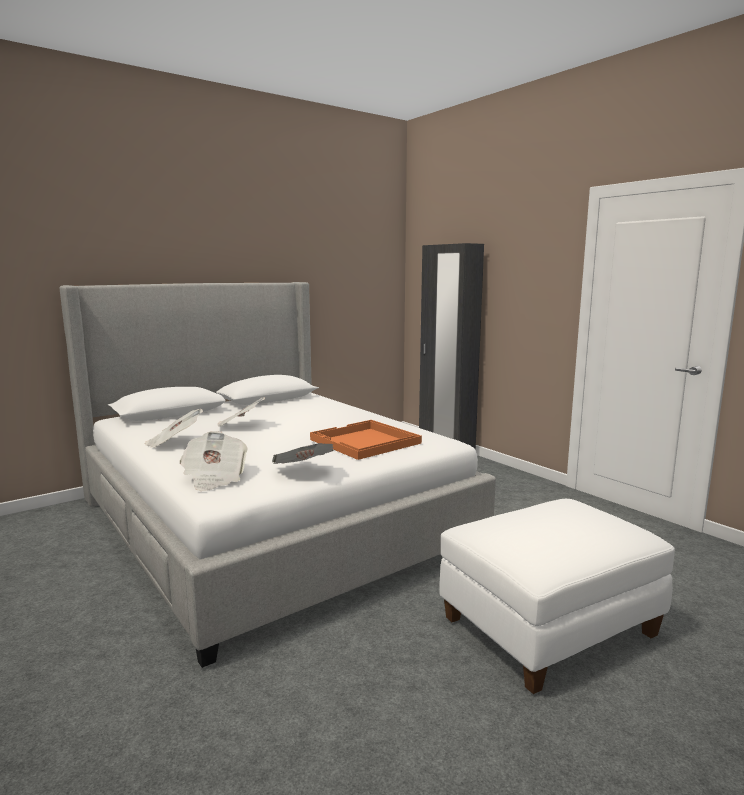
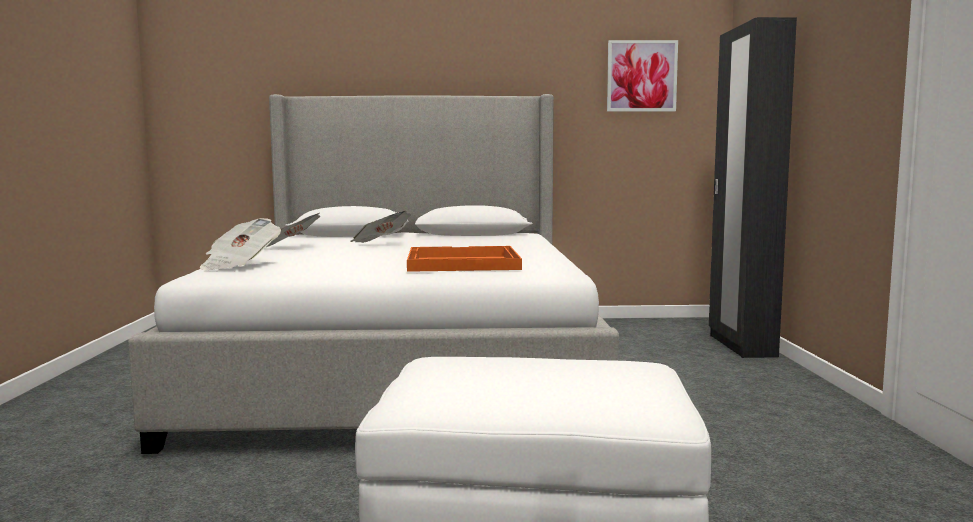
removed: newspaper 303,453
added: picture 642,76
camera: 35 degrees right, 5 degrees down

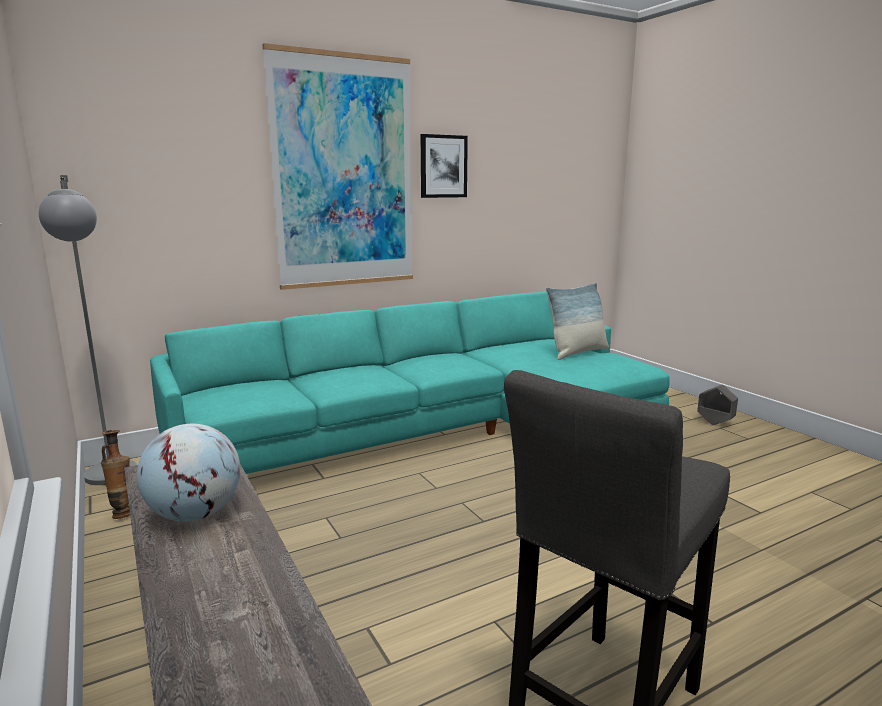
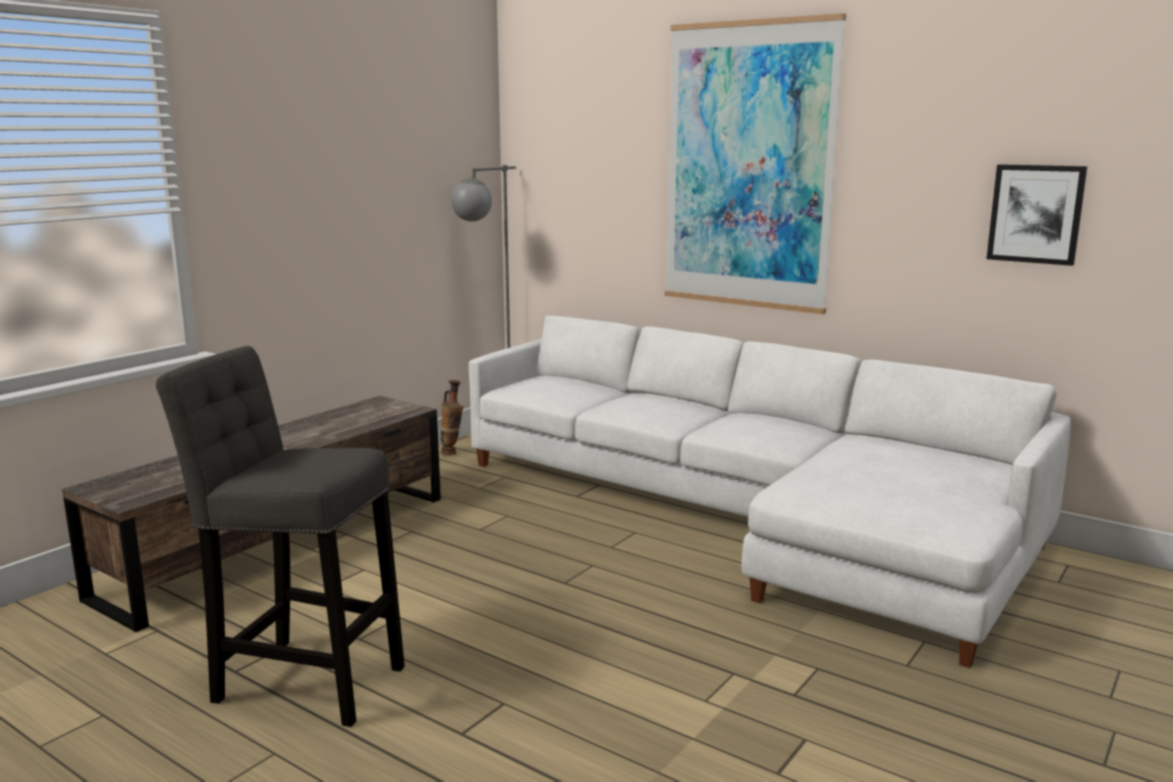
removed: globe 188,473; pillow 577,321; planter in grey 717,404
moved: picture 444,166 to 1037,215
recoloured: sofa in turquoise 410,383 to sofa in white 770,492
camera: 65 degrees right, 0 degrees up

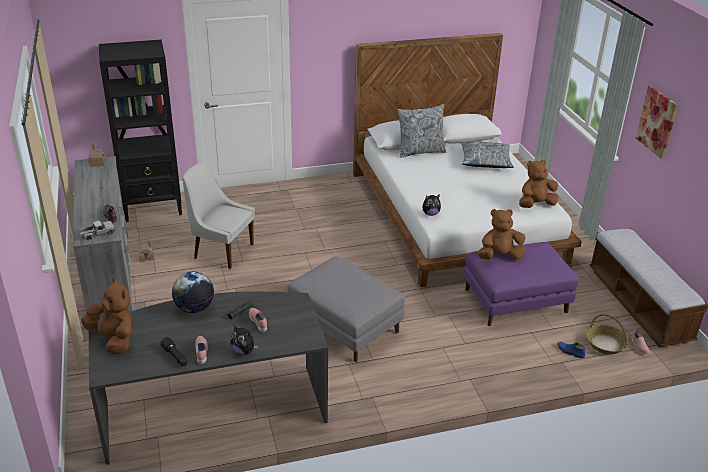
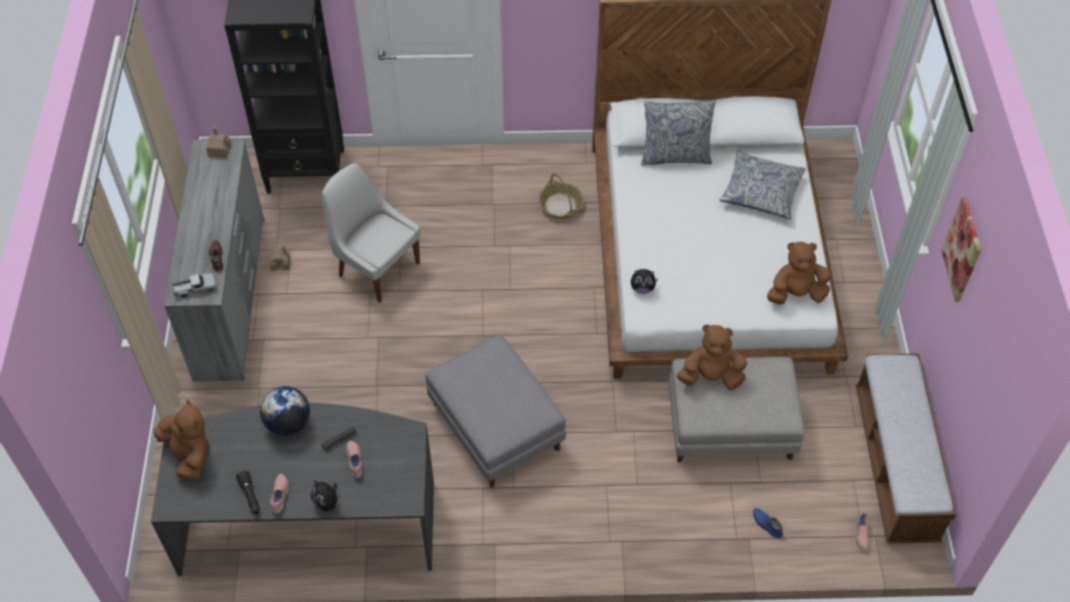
moved: basket 607,334 to 561,196
recoloured: ottoman in purple 521,284 to ottoman in grey 737,409
camera: 15 degrees right, 20 degrees up

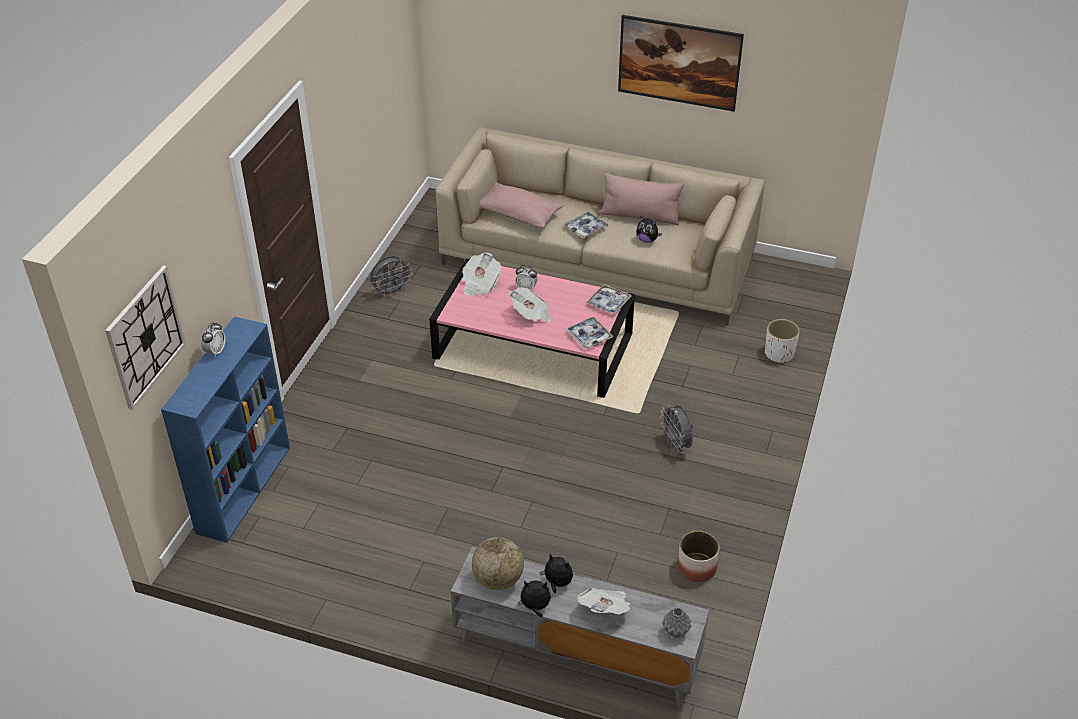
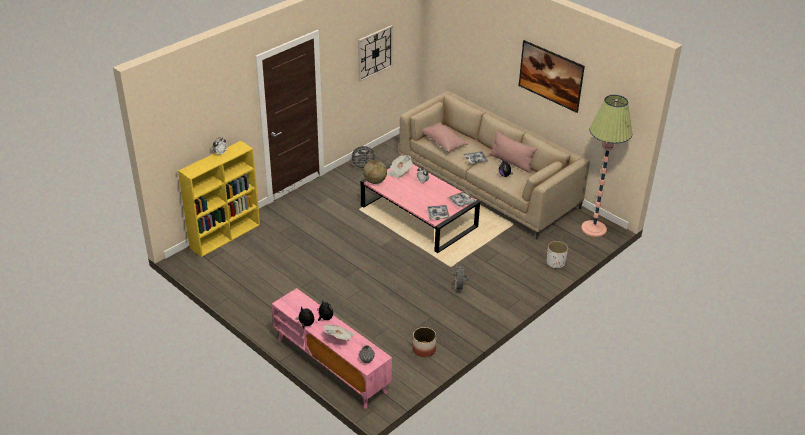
removed: newspaper 530,304
added: floor lamp 607,166
moved: wall clock 145,338 to 375,53; globe 498,563 to 375,172
recoloured: bookcase in blue 225,429 to bookcase in yellow 219,199; tv stand in grey 580,627 to tv stand in pink 332,348
camera: 25 degrees right, 5 degrees down

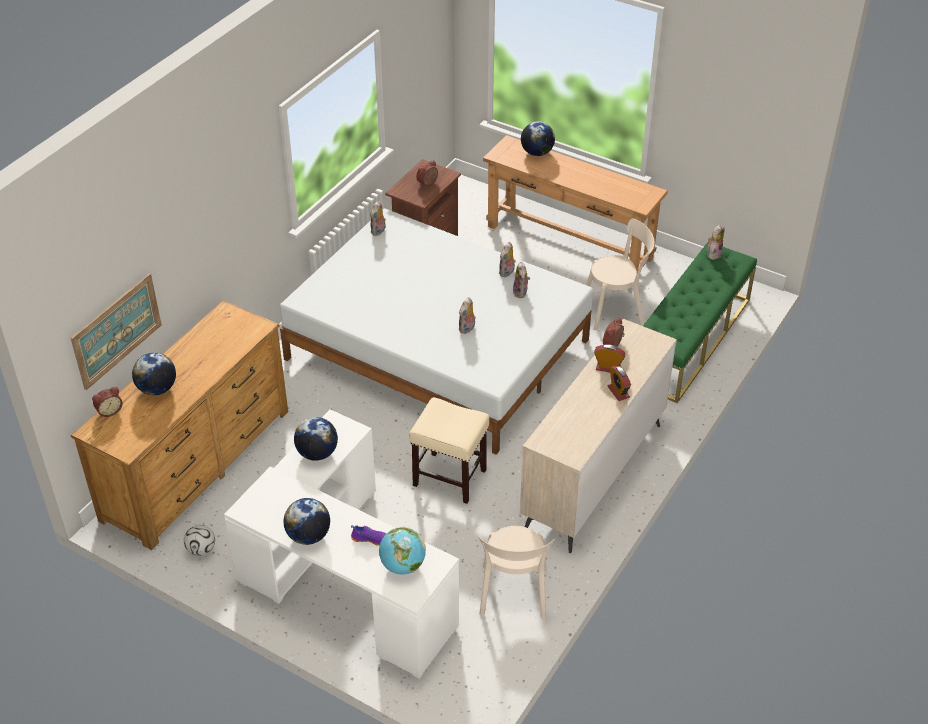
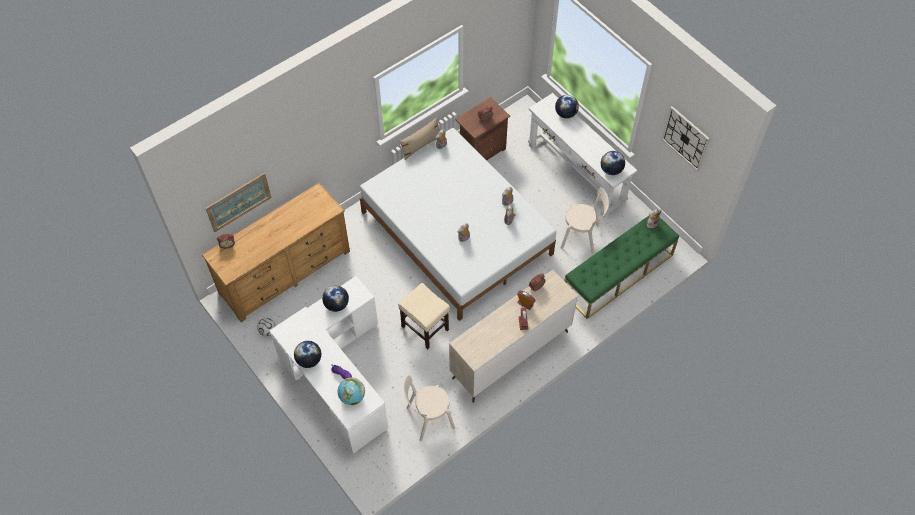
added: pillow in beige 419,139; wall clock 686,138
moved: globe 154,374 to 613,163
recoloured: console table in brown 575,203 to console table in white 583,155
turned: chair in beige 516,572 = 429,408 45 degrees clockwise
camera: 20 degrees right, 15 degrees up

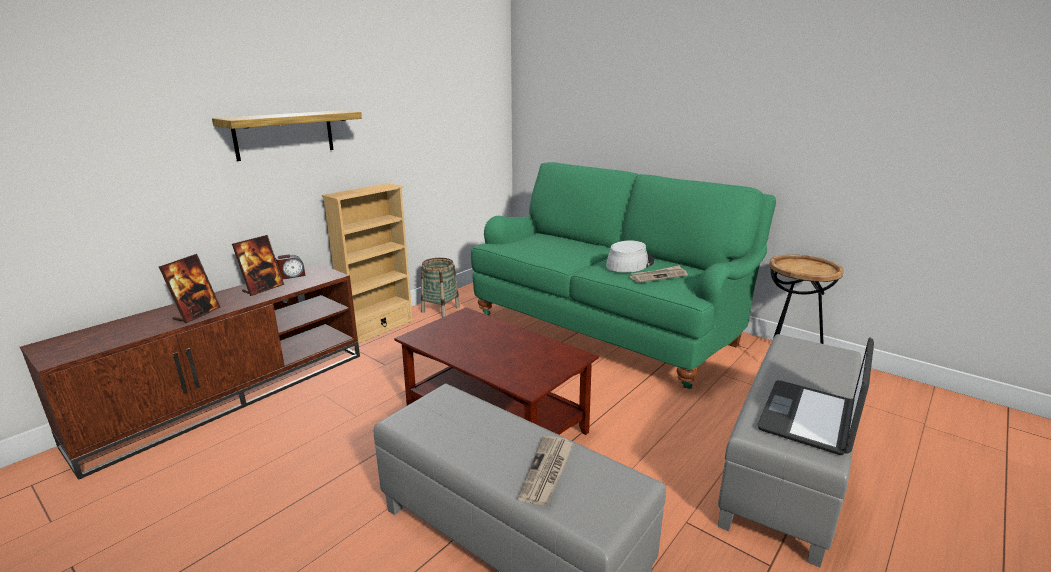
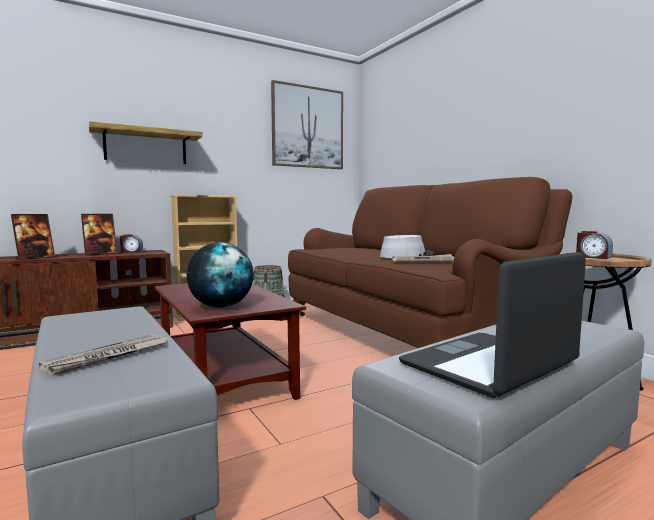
added: globe 220,275; picture 307,124; alarm clock 594,245
recoloured: sofa in green 623,275 to sofa in brown 430,262
camera: 20 degrees right, 15 degrees down

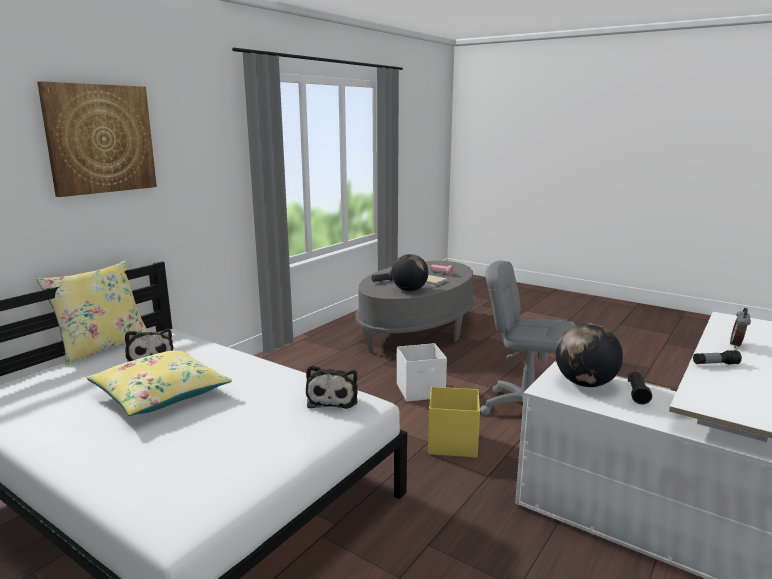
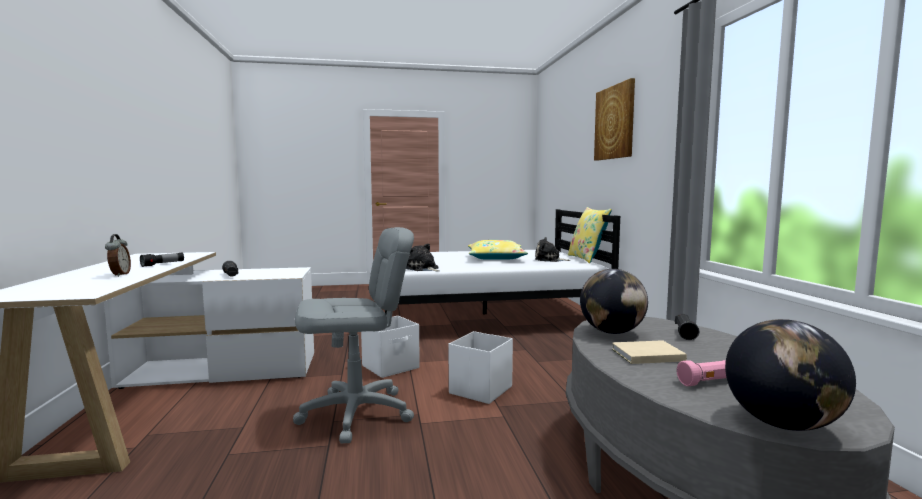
moved: globe 589,355 to 790,375
recoloured: storage box in yellow 454,422 to storage box in white 390,347
camera: 135 degrees right, 10 degrees down

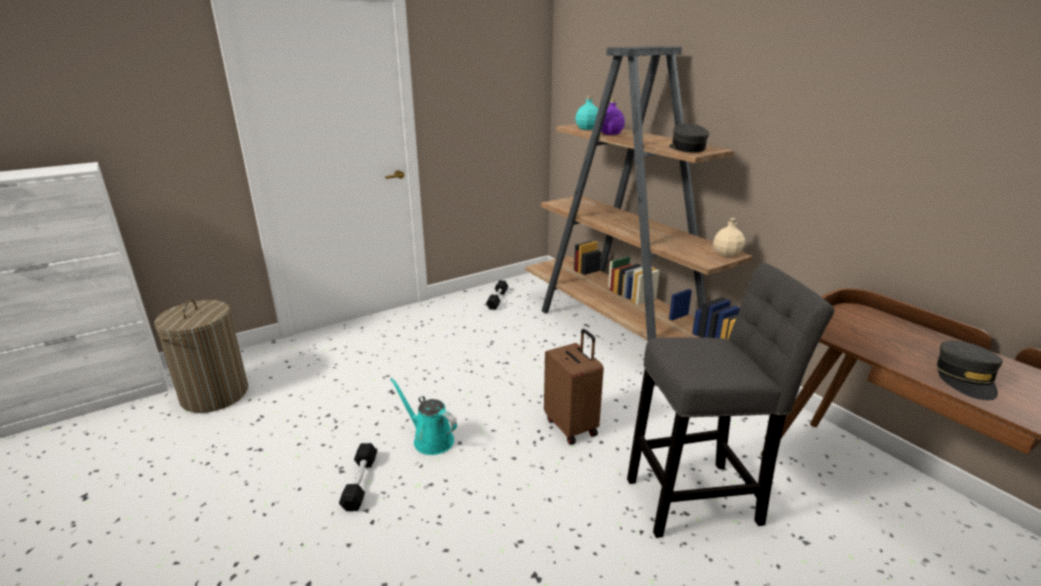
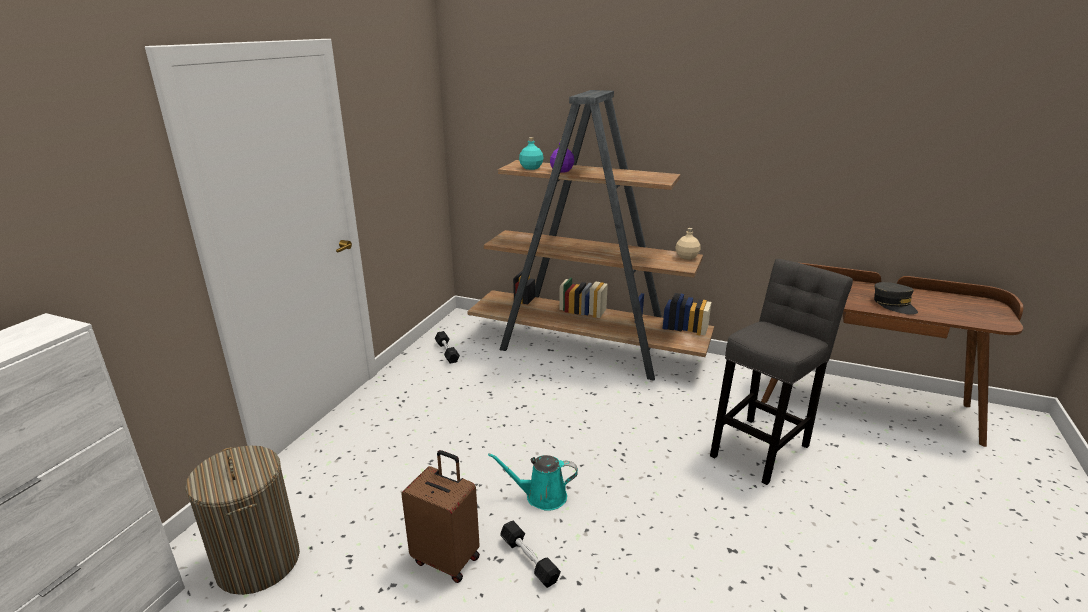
removed: cap in grey 689,138
moved: suitcase in brown 574,387 to 440,516
camera: 35 degrees left, 0 degrees up

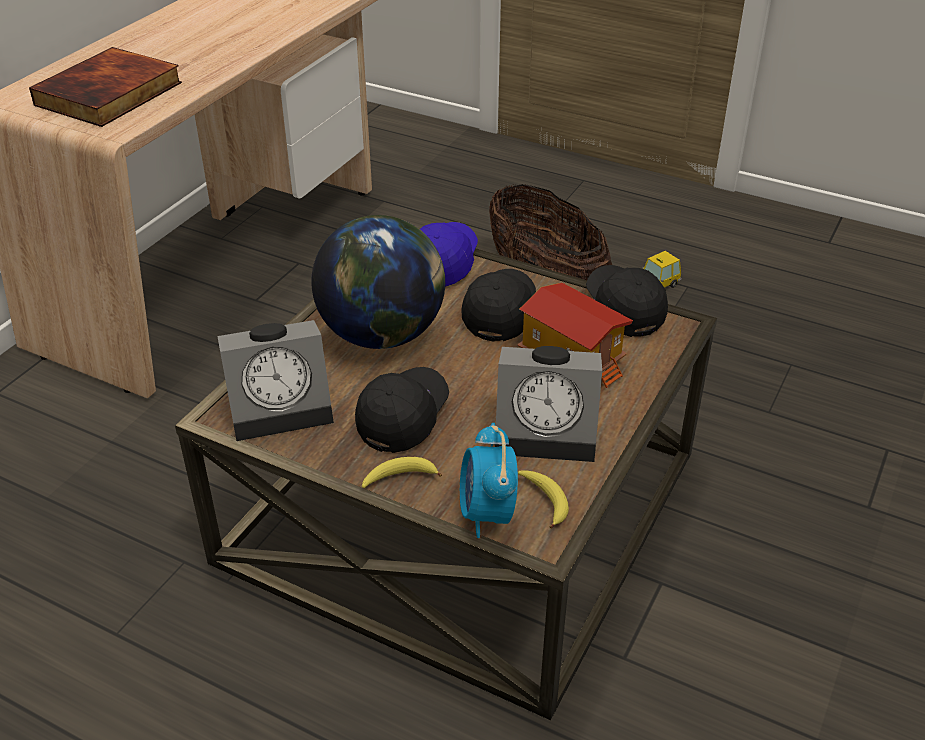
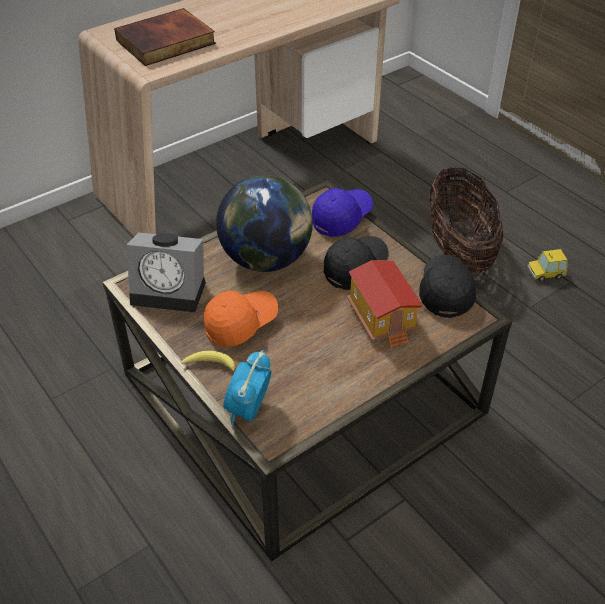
removed: alarm clock 548,404; banana 543,500
recoloured: cap in black 402,410 to cap in orange 241,318
camera: 25 degrees right, 5 degrees up

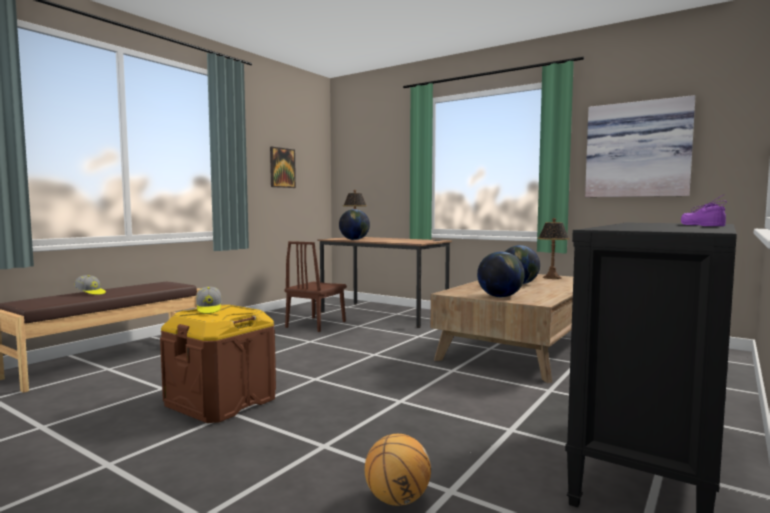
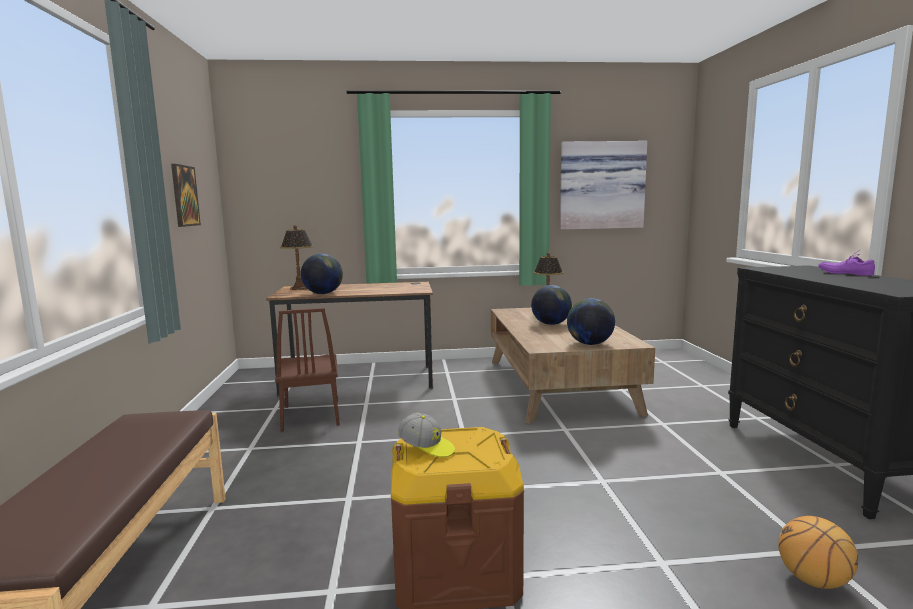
removed: cap 90,285
camera: 40 degrees left, 5 degrees up

